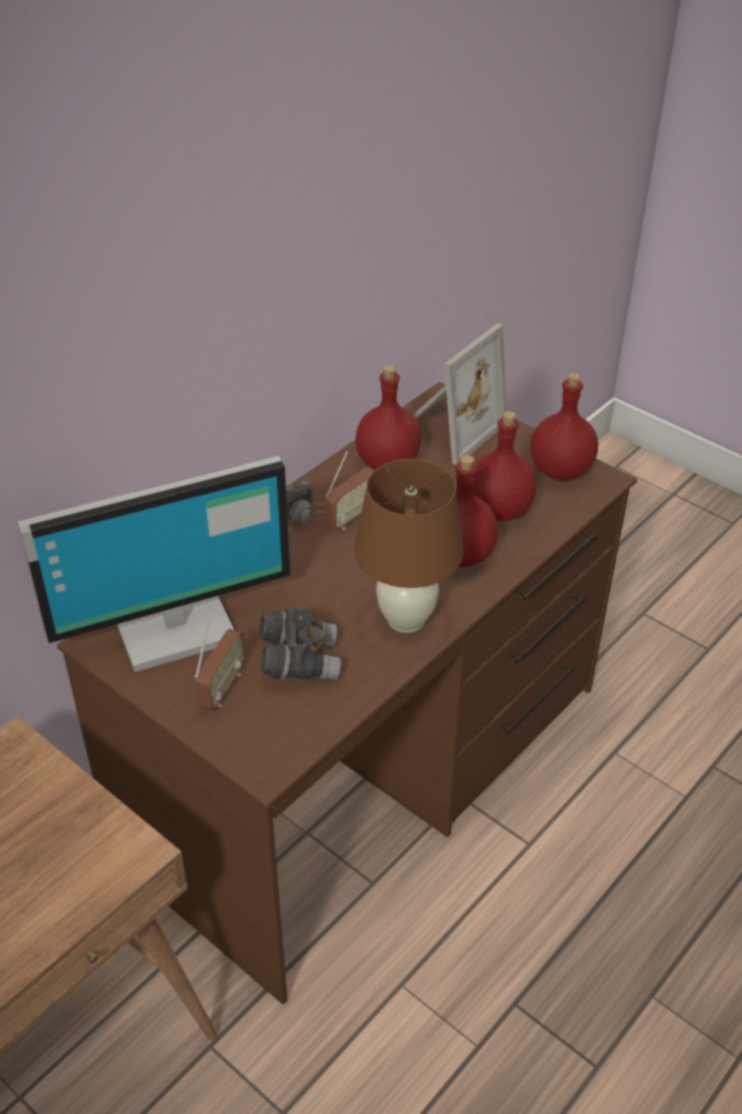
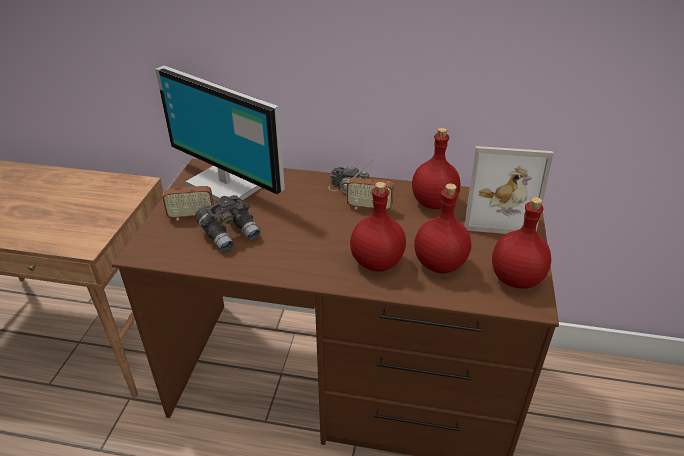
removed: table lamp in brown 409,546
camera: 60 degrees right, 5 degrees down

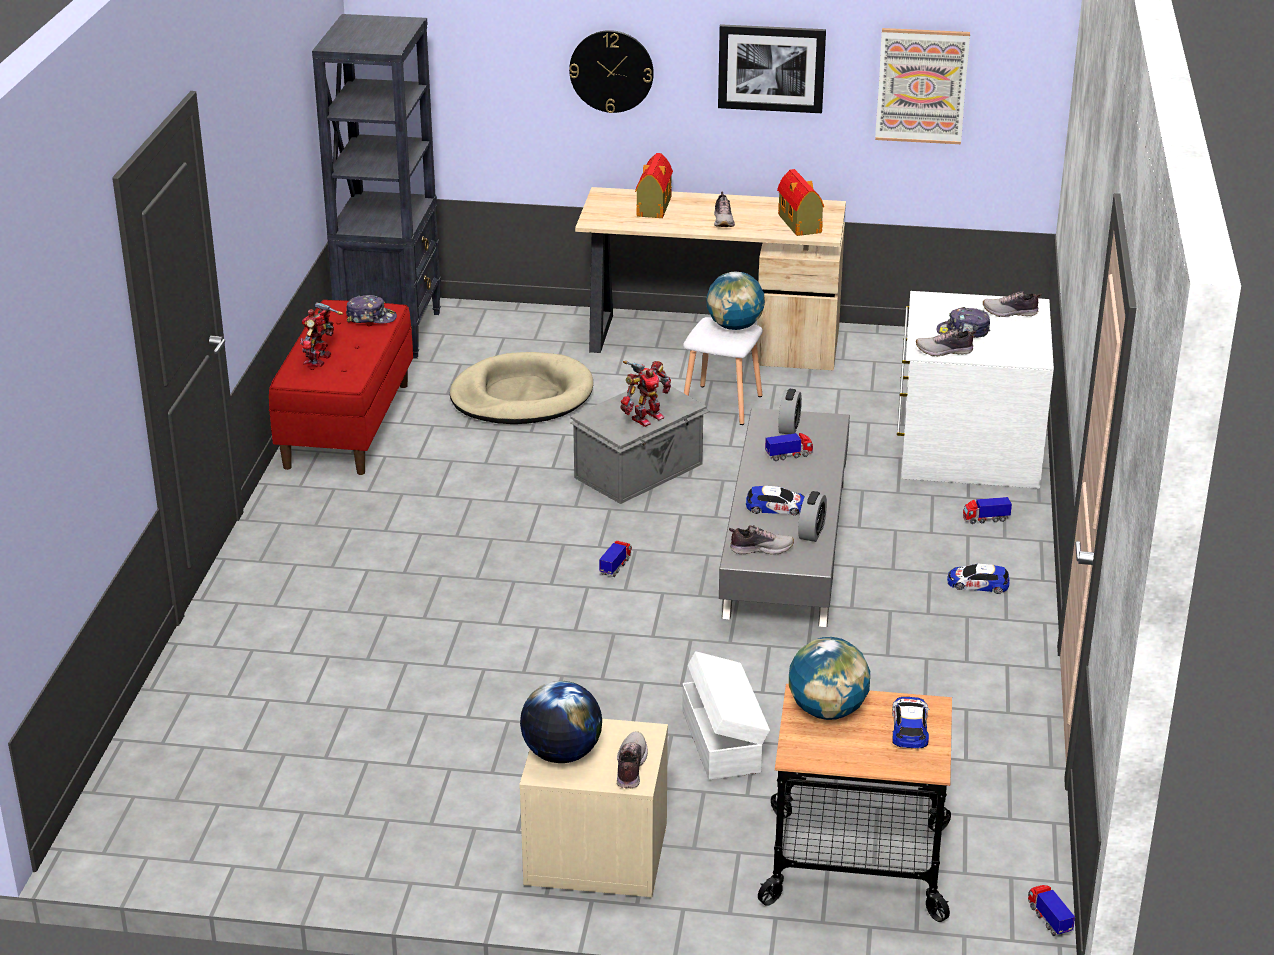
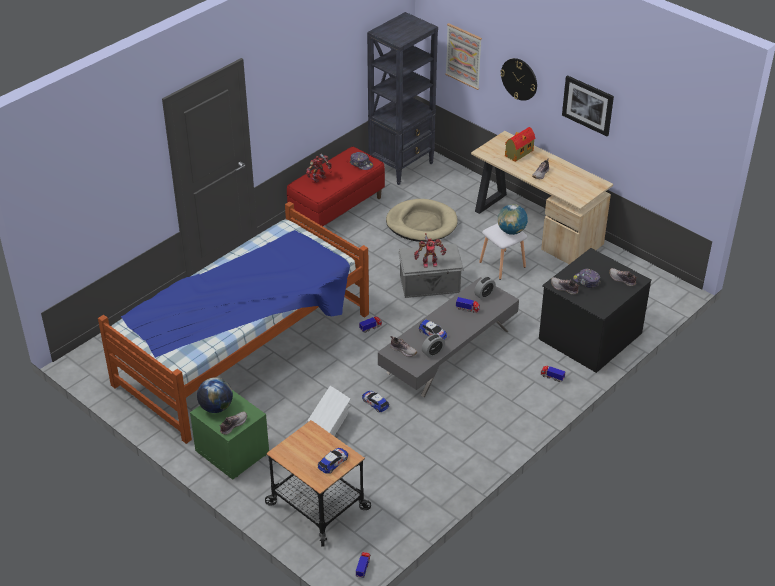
removed: toy house 800,202; globe 829,678
added: bed 233,322
moved: picture 922,86 to 463,56; toy car 978,579 to 375,401
recoloured: nightstand in beige 593,808 to nightstand in green 229,435; dresser in white 975,390 to dresser in black 595,310
camera: 35 degrees right, 10 degrees up

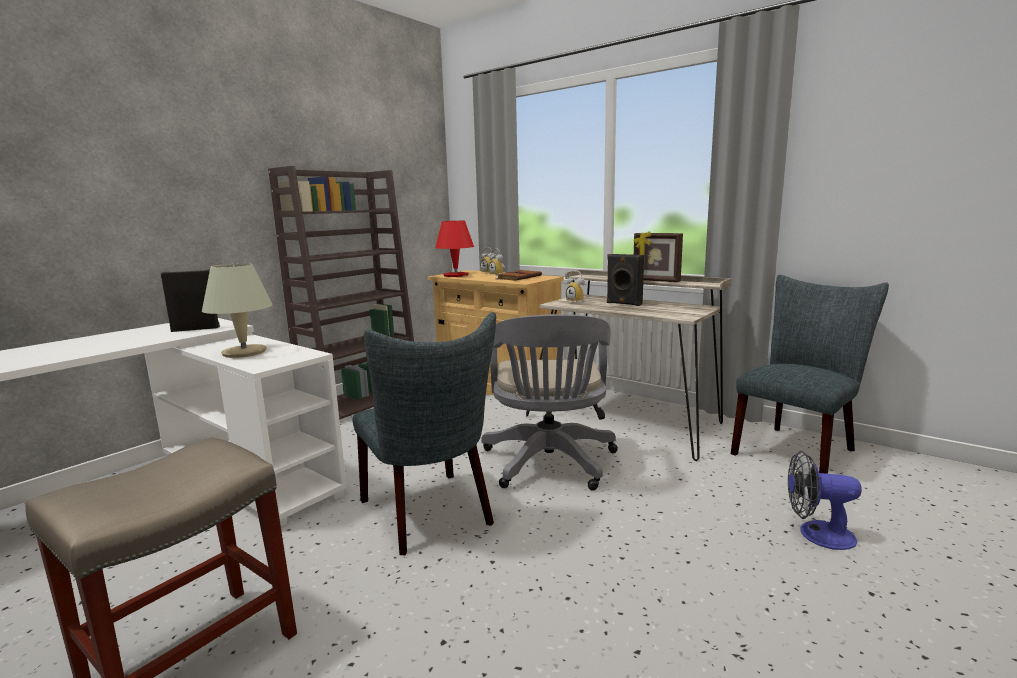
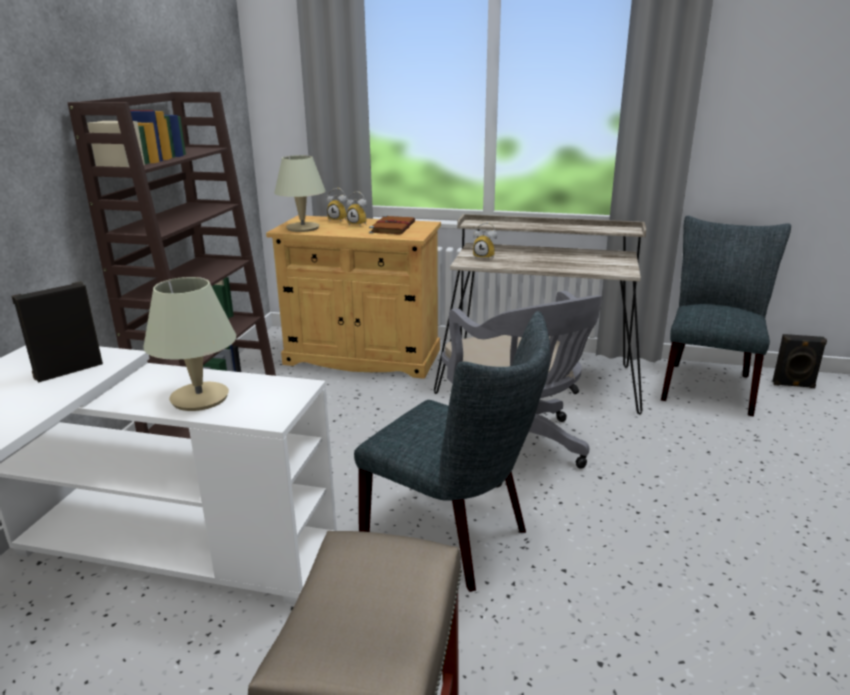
removed: picture frame 658,256; fan 825,500
moved: speaker in black 625,280 to 800,361
recoloured: table lamp in red 454,249 to table lamp in beige 300,193
camera: 25 degrees left, 10 degrees up

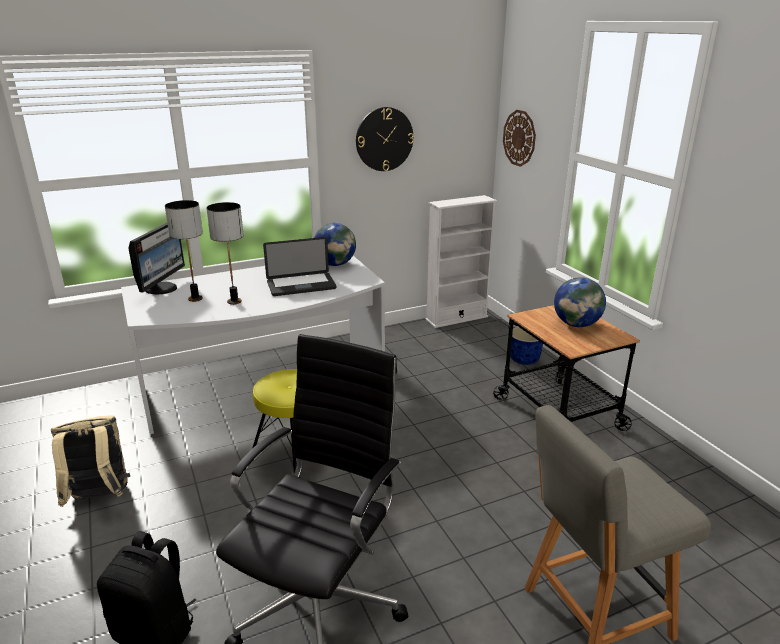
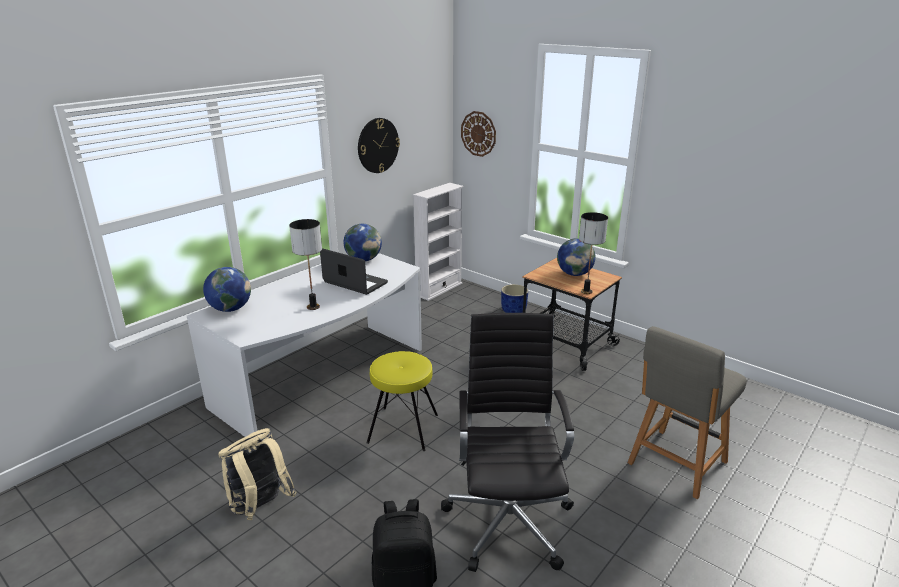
moved: table lamp 184,251 to 593,253
replaced: monitor 156,258 to globe 227,289
turned: laptop 300,266 = 354,271 105 degrees counterclockwise
camera: 25 degrees left, 0 degrees up

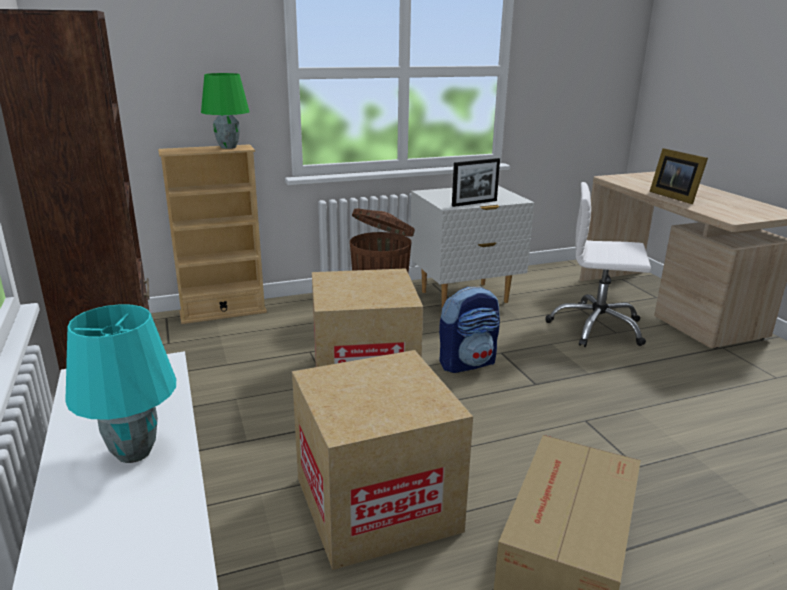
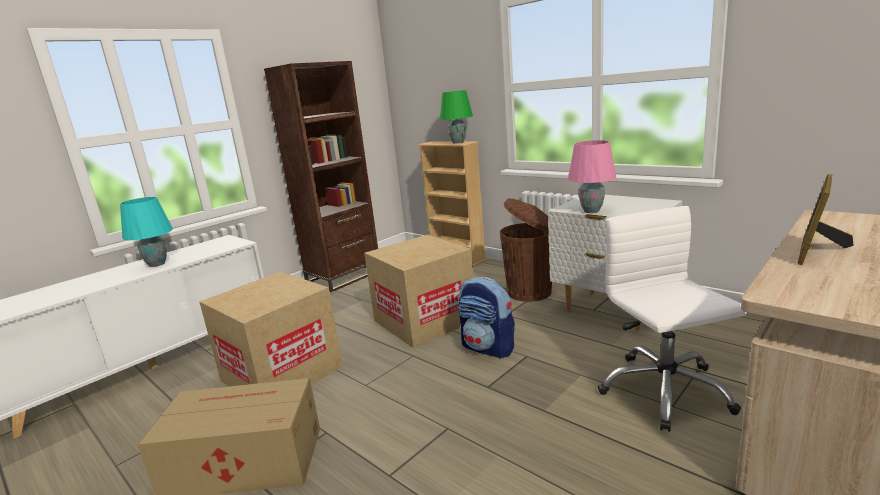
replaced: picture frame 476,182 to table lamp in pink 592,176
camera: 65 degrees right, 5 degrees down

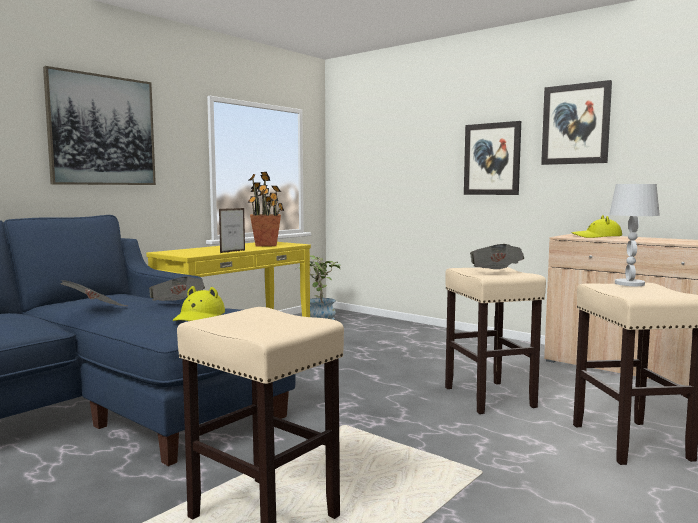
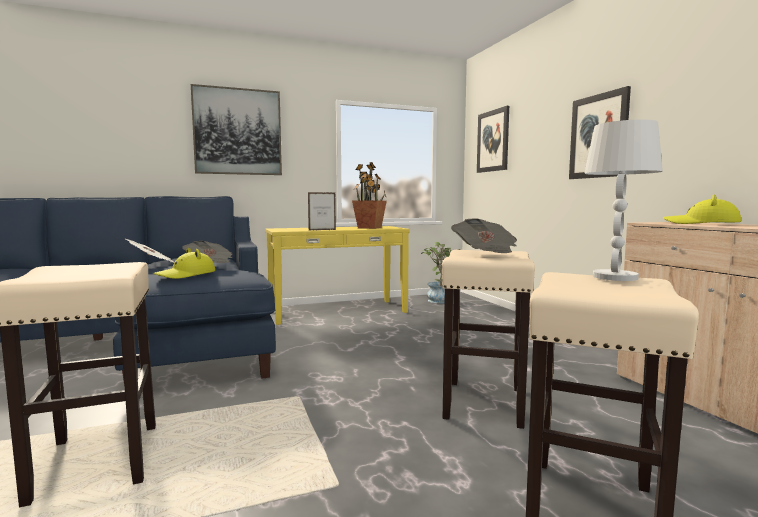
moved: picture 576,122 to 493,139
camera: 30 degrees right, 0 degrees up

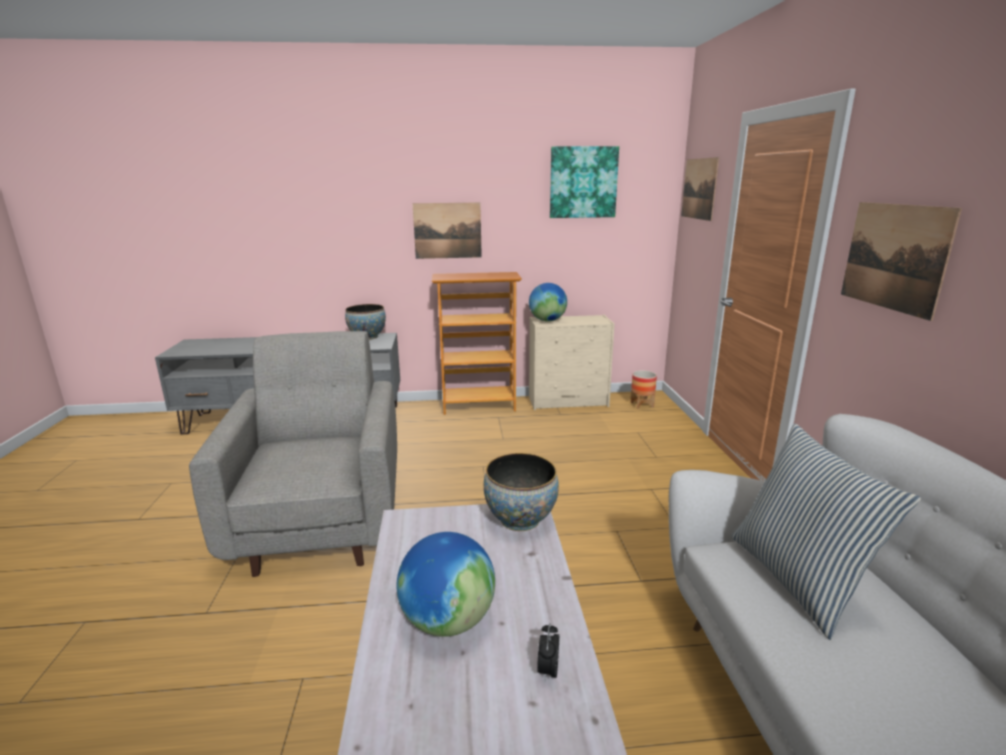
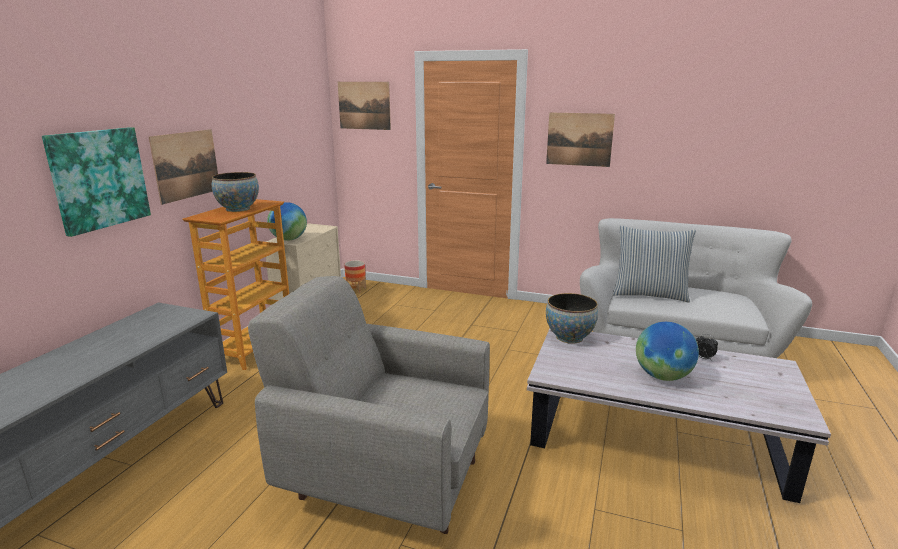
moved: bowl 365,322 to 235,192; picture 584,182 to 96,182
camera: 65 degrees left, 0 degrees up

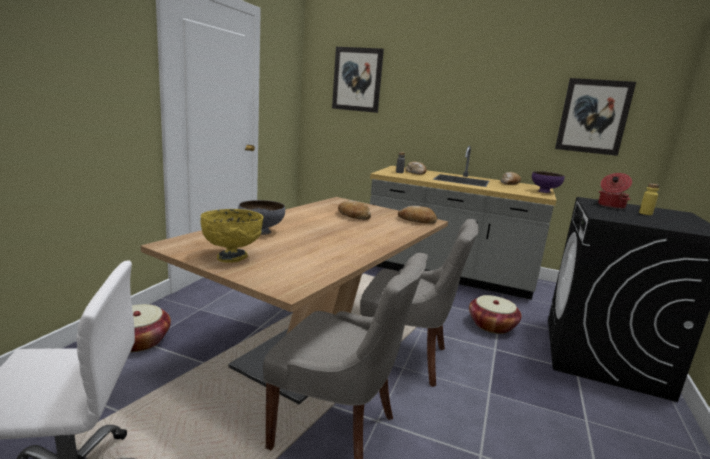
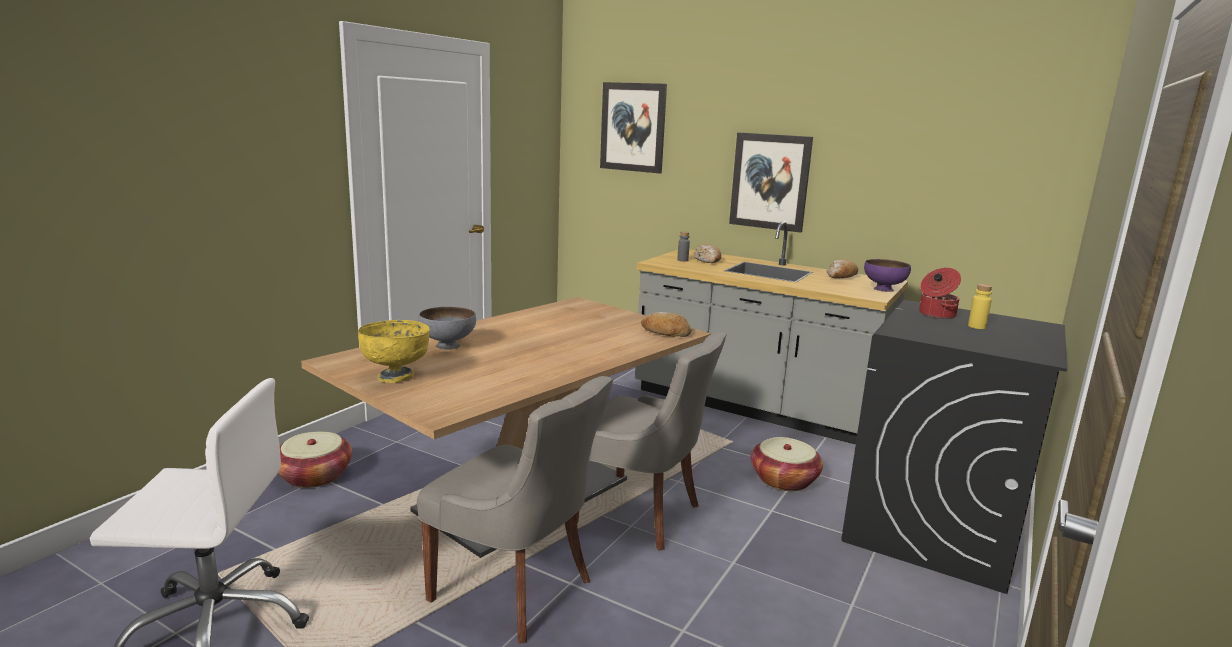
removed: bread 354,210
moved: picture 595,117 to 771,183
camera: 10 degrees right, 0 degrees up

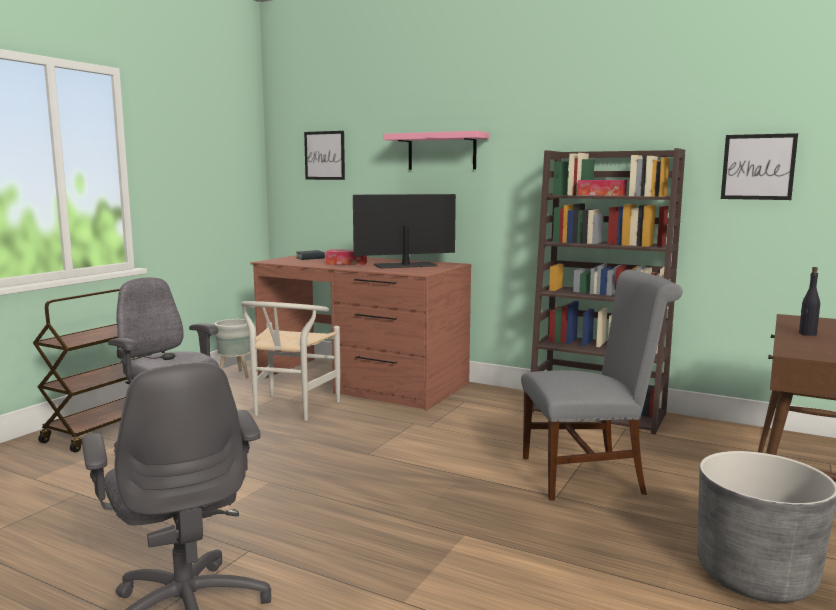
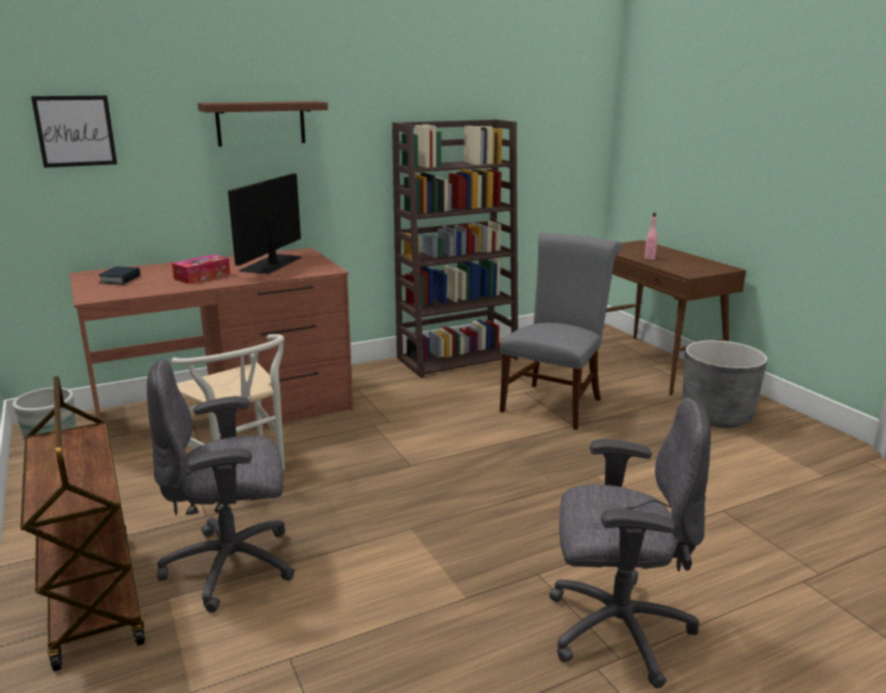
removed: tissue box 602,188; picture 759,166
recoloured: shelf in pink 436,150 to shelf in brown 263,124; bottle in black 809,301 to bottle in pink 650,236
camera: 55 degrees left, 10 degrees up

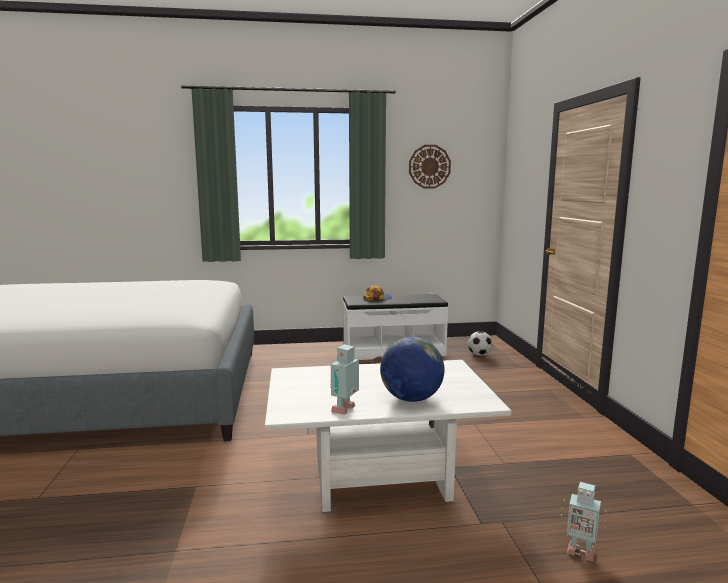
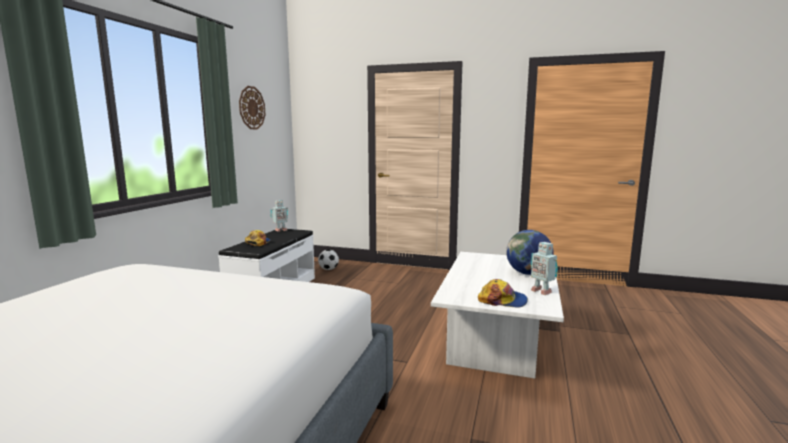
added: cap 503,293
moved: toy robot 583,521 to 279,216
camera: 65 degrees left, 0 degrees up

